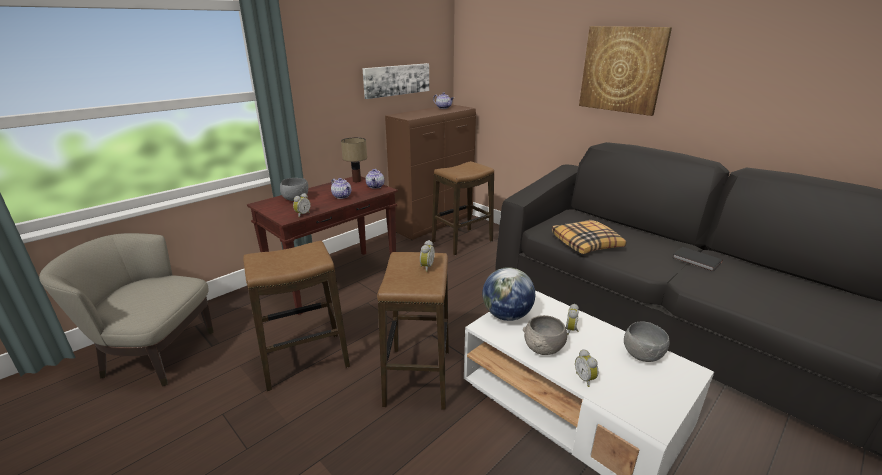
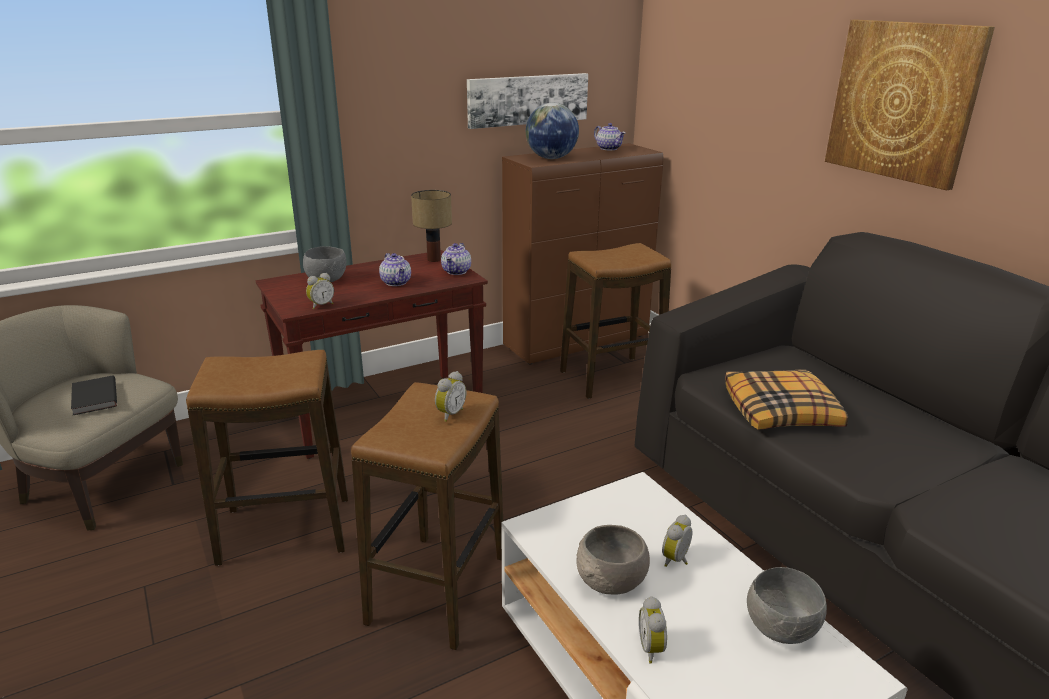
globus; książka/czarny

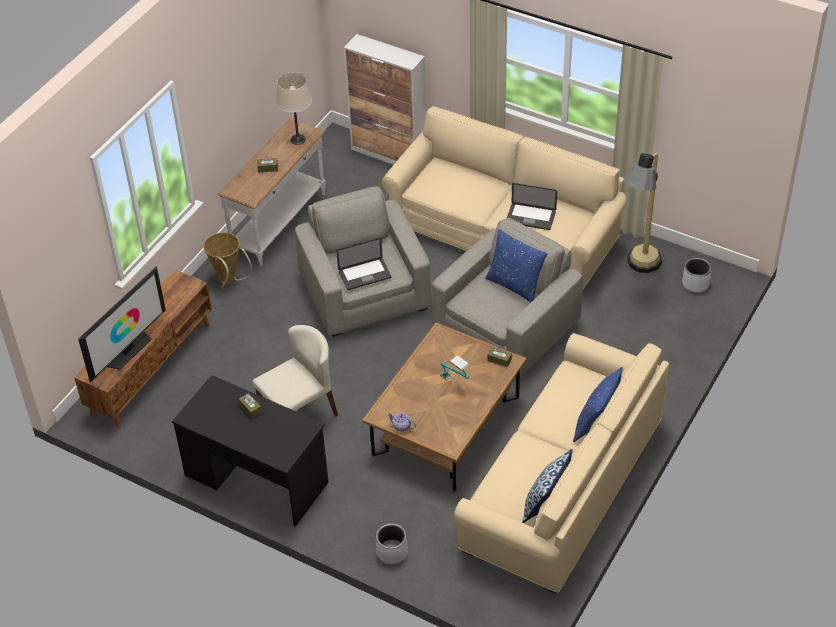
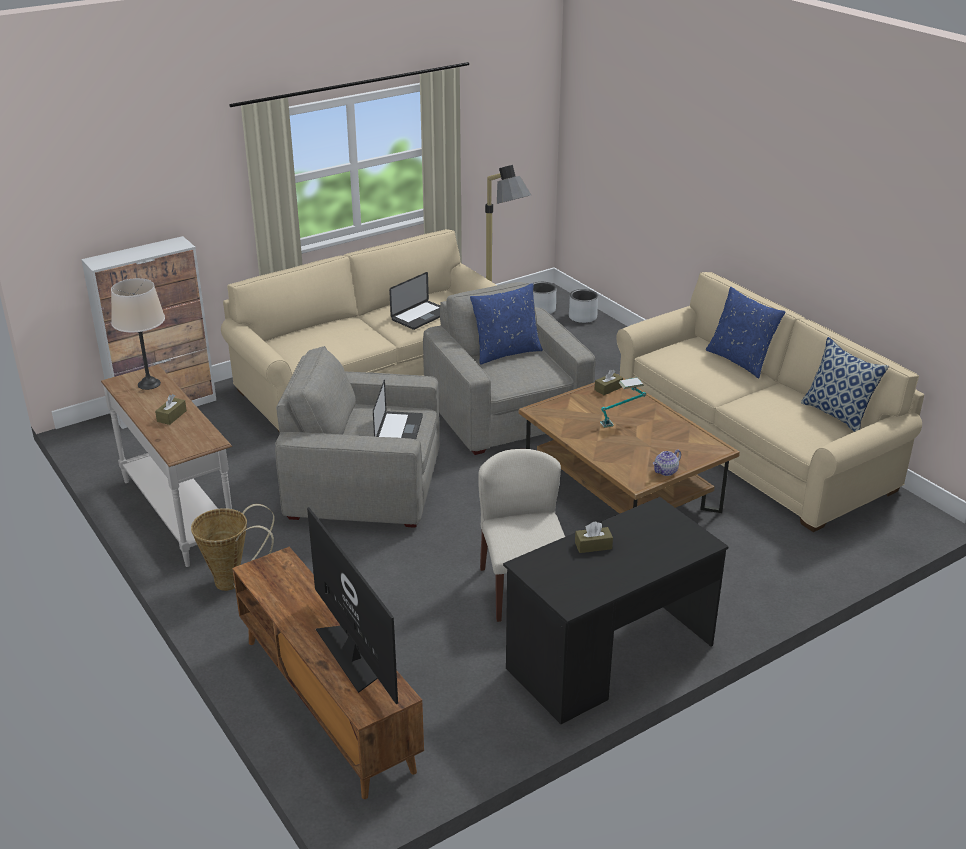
donica/szary (no. 2 from left)

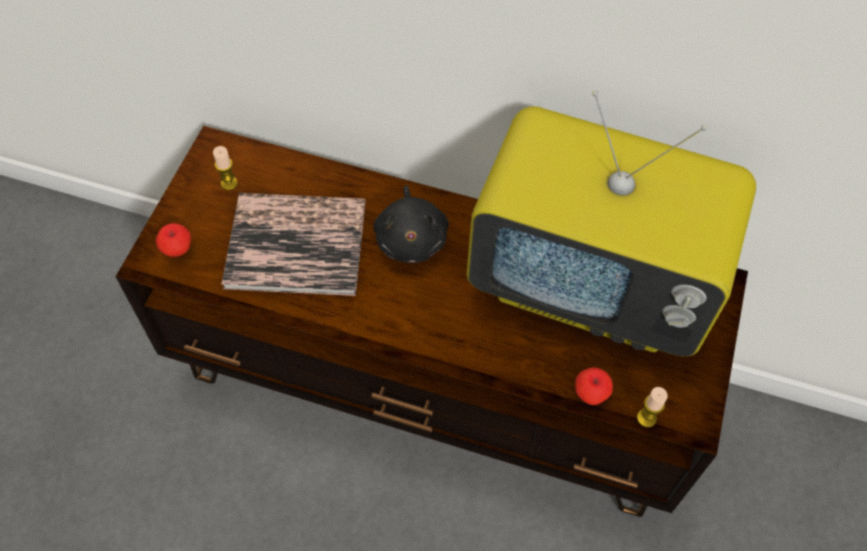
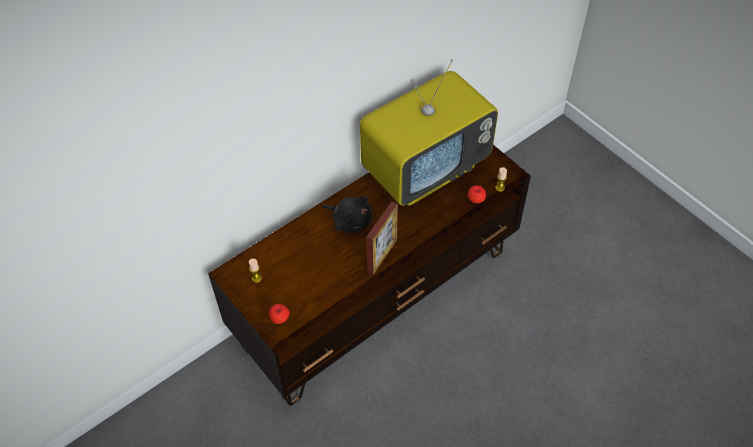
książka; ramka na zdjęcie

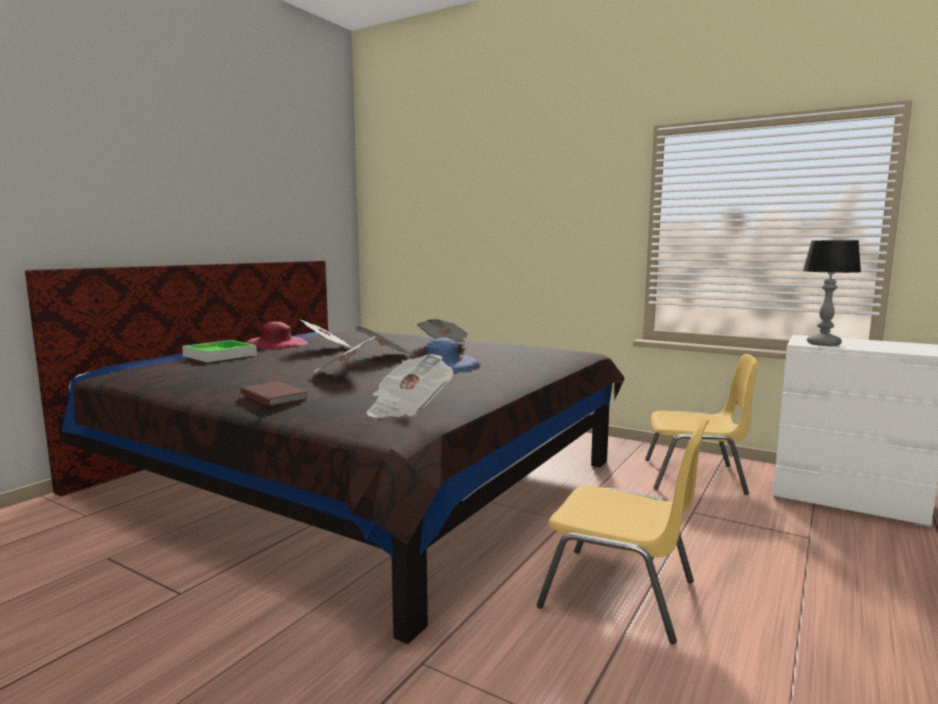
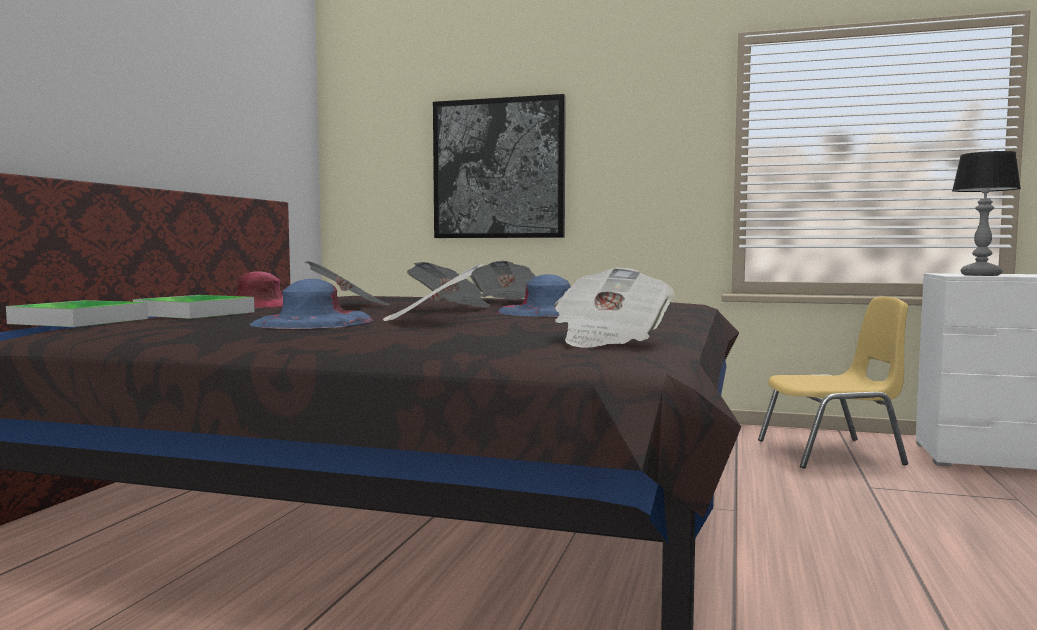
książka/brązowy; krzesło/żółty (no. 1 from left in the first image); taca (no. 1 from left); kapelusz/niebieski (no. 1 from left); obraz

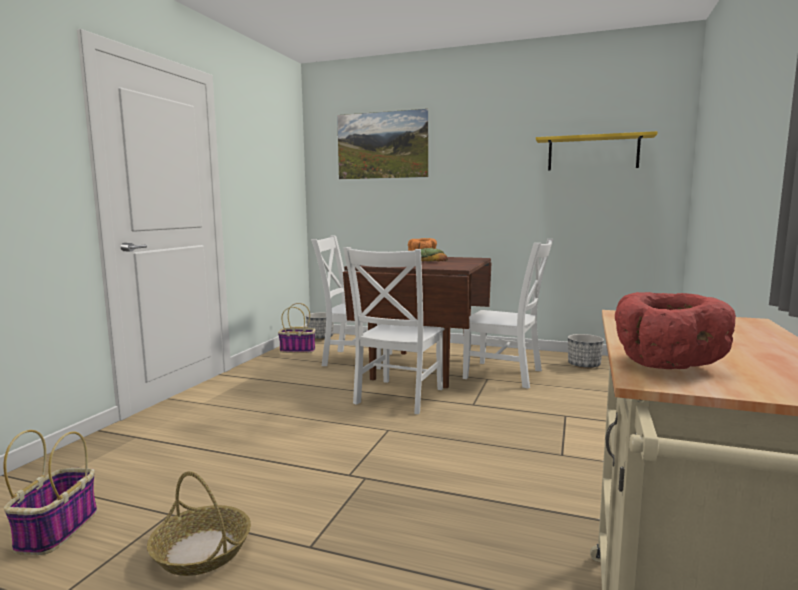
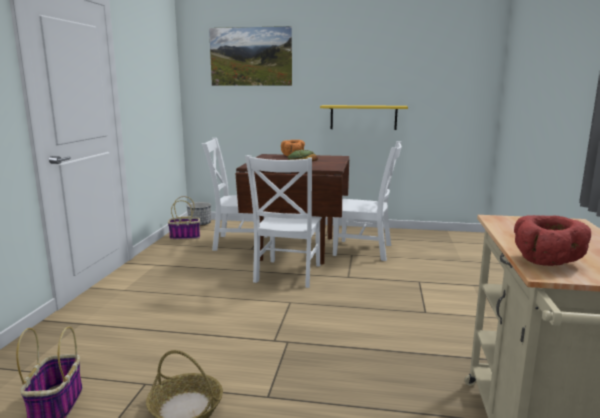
półka/żółty; donica (no. 2 from left in the first image)

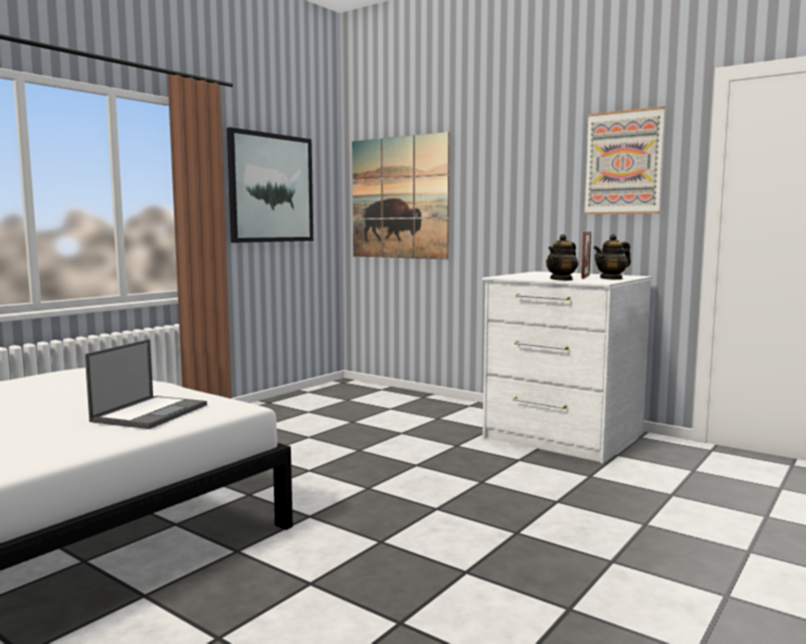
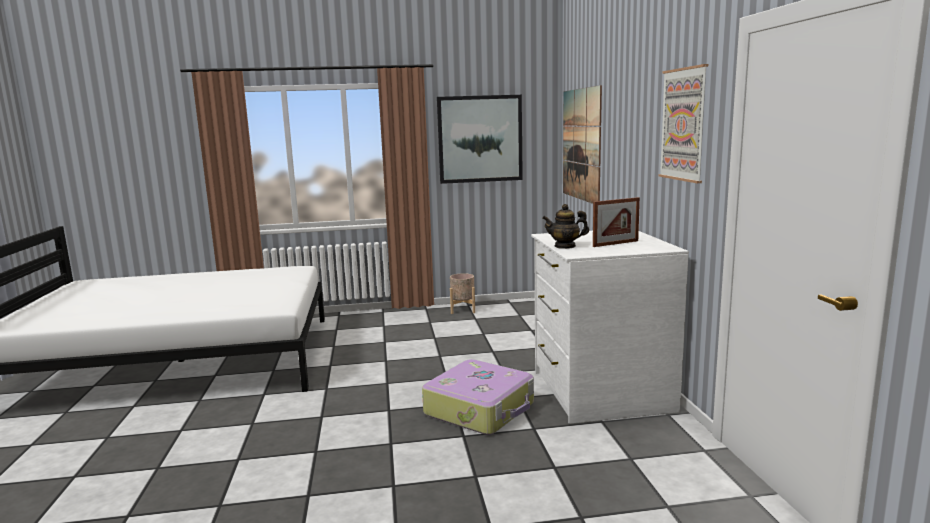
laptop; imbryk (no. 2 from left in the first image); walizka; donica/beżowy

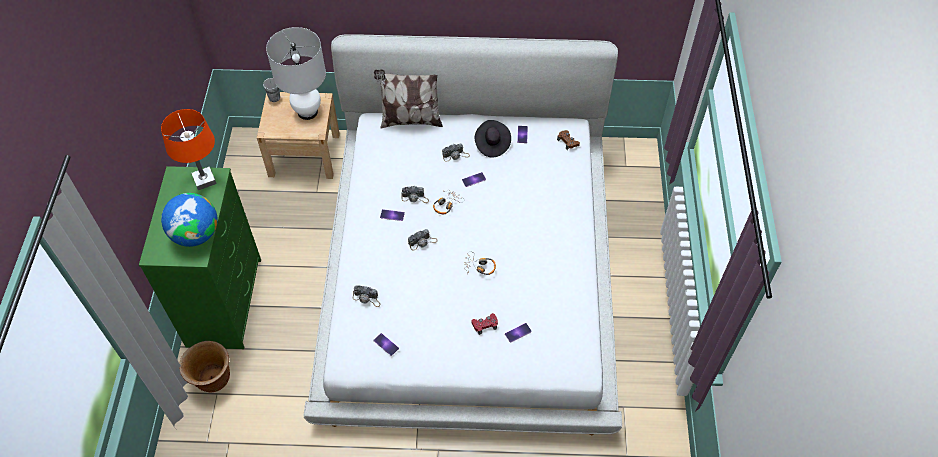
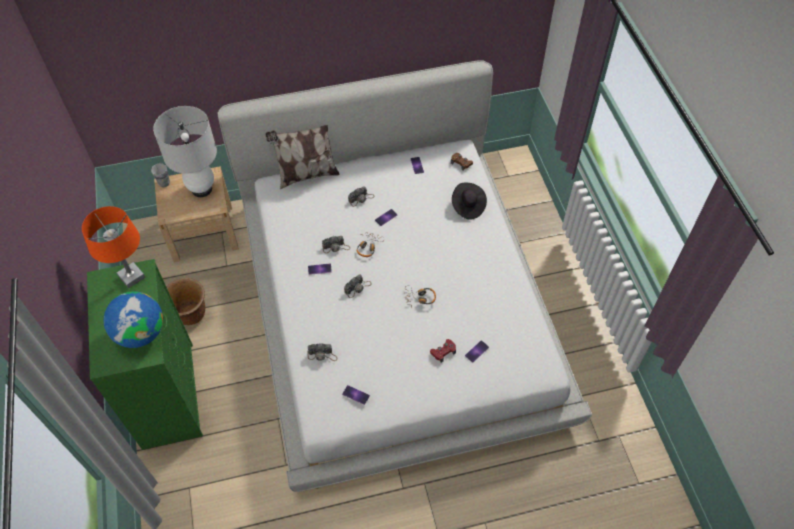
donica/brązowy; kapelusz/czarny

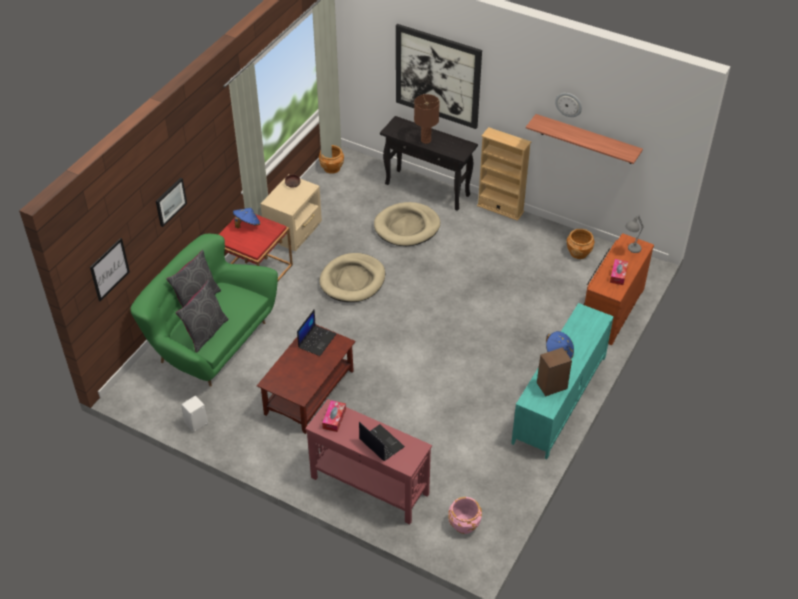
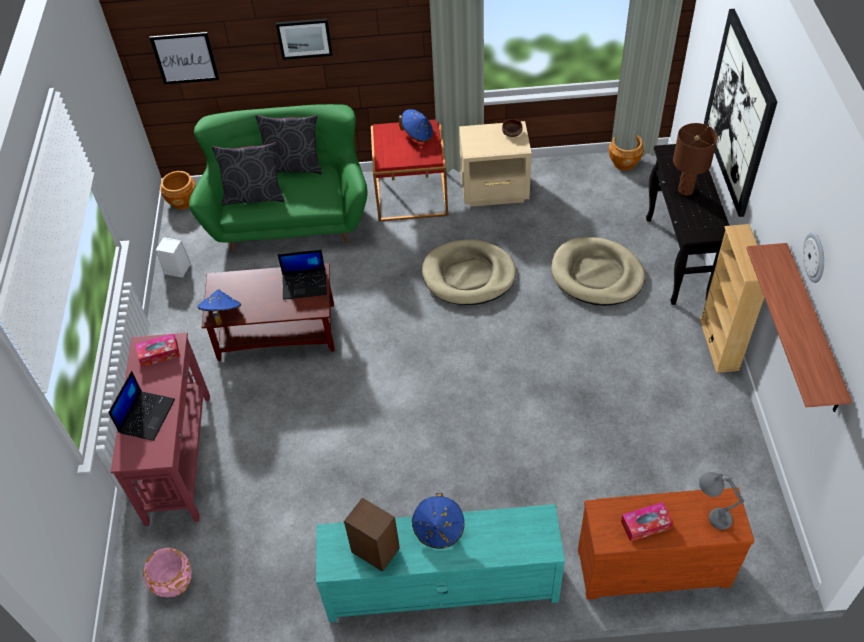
donica/brązowy (no. 1 from left); kapelusz/niebieski (no. 1 from left)

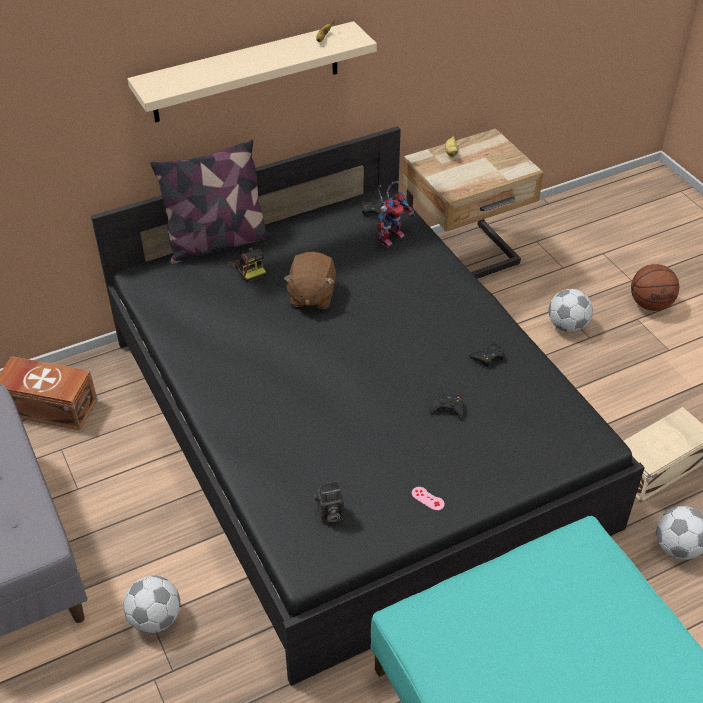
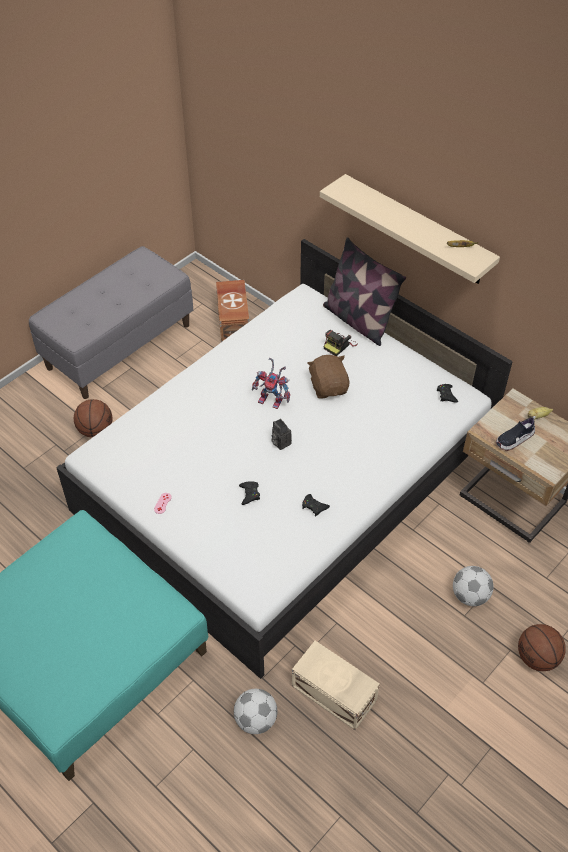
łóżko/biały; piłka do koszykówki (no. 1 from left); pluszak/brązowy; aparat fotograficzny (no. 1 from left); robot zabawkowy; but

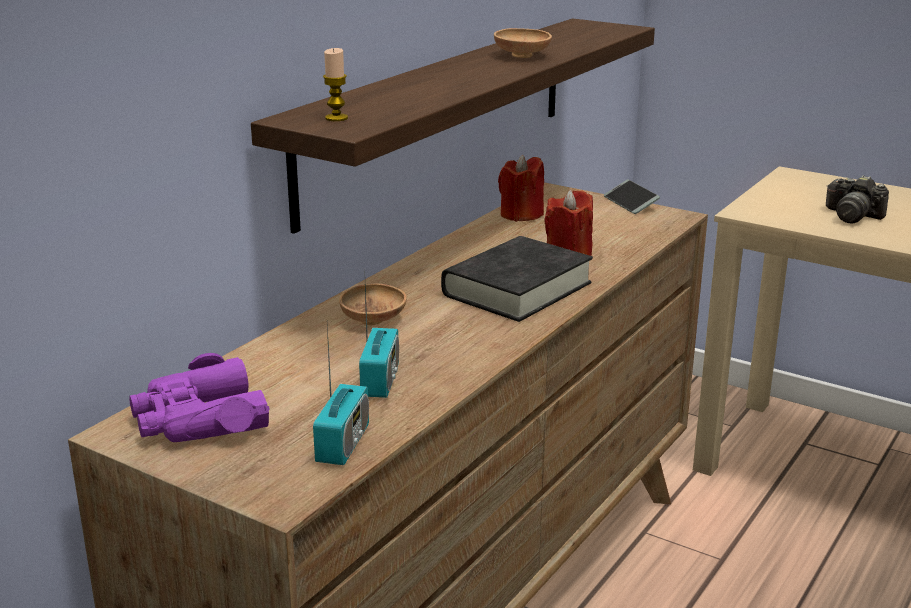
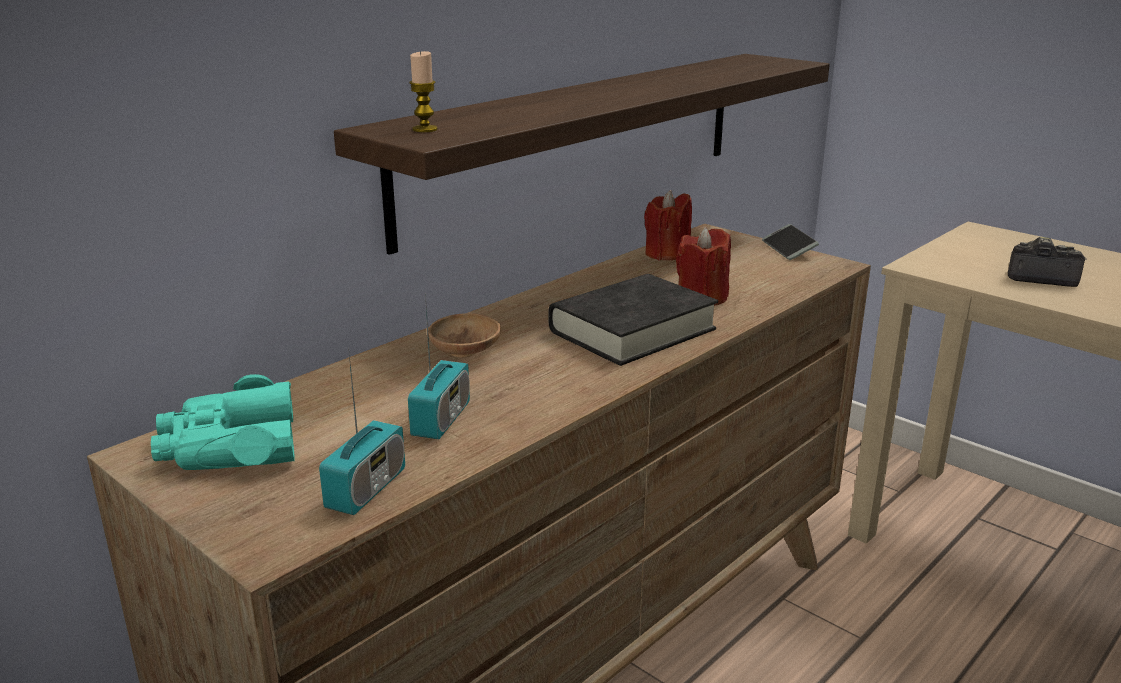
lornetka/turkusowy; miska/brązowy (no. 2 from left in the first image); aparat fotograficzny

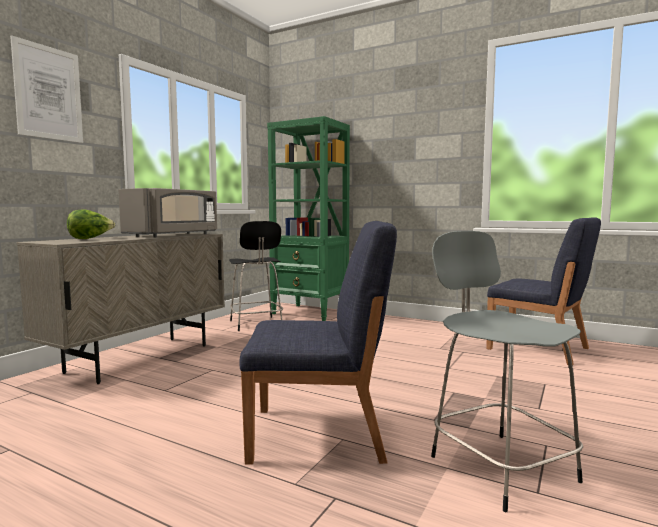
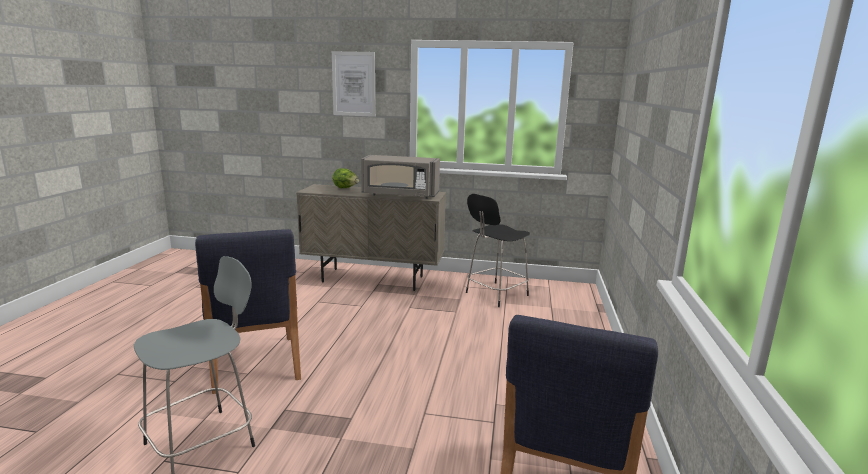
regał/zielony

